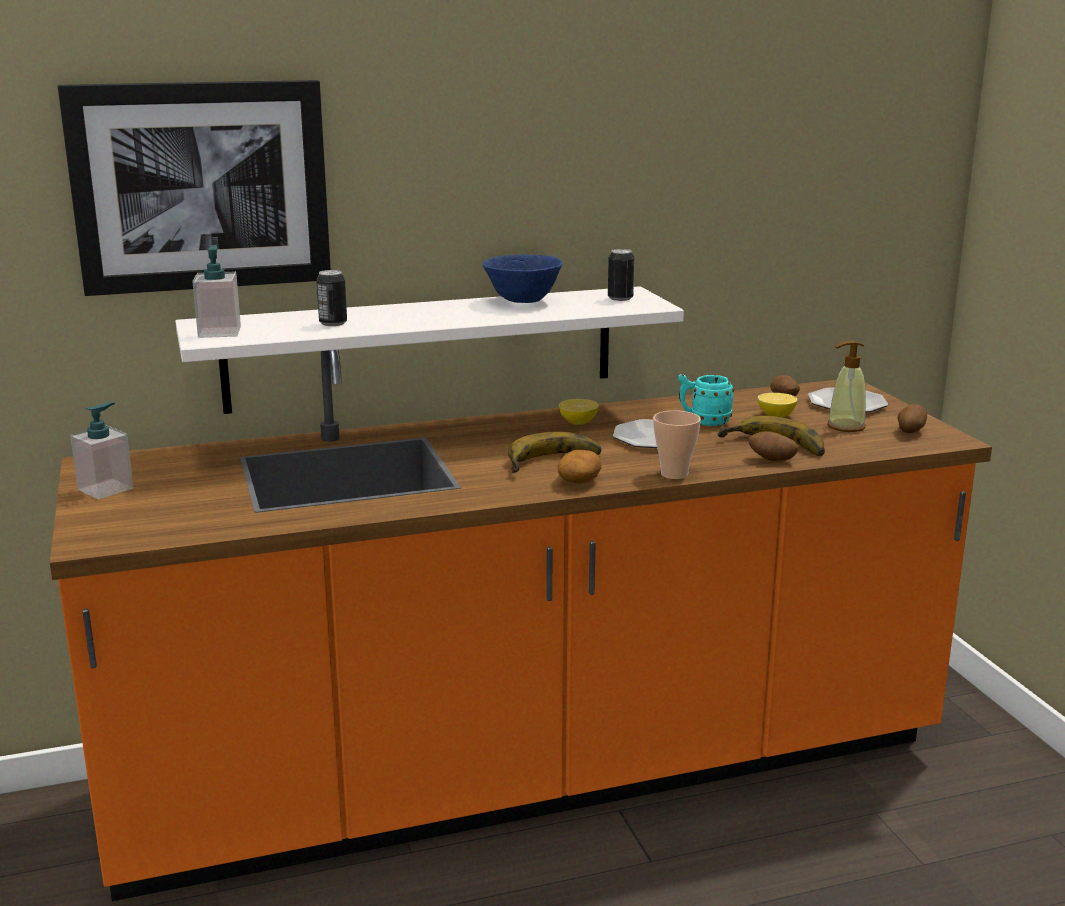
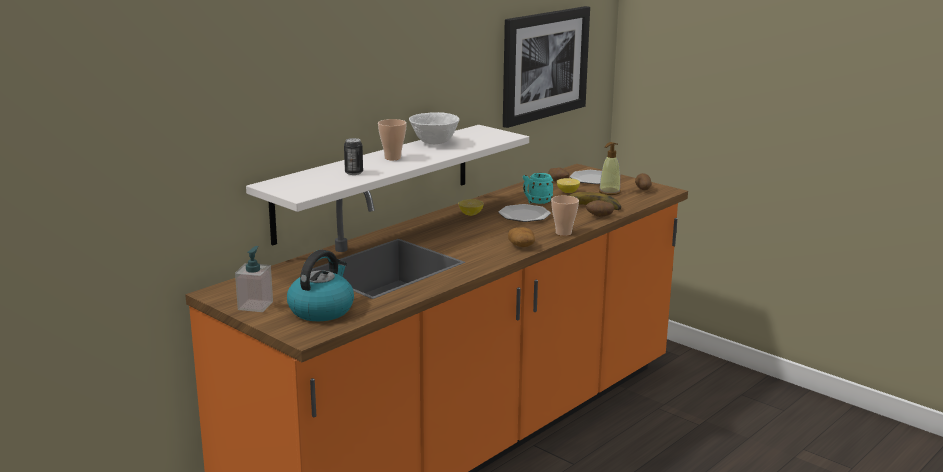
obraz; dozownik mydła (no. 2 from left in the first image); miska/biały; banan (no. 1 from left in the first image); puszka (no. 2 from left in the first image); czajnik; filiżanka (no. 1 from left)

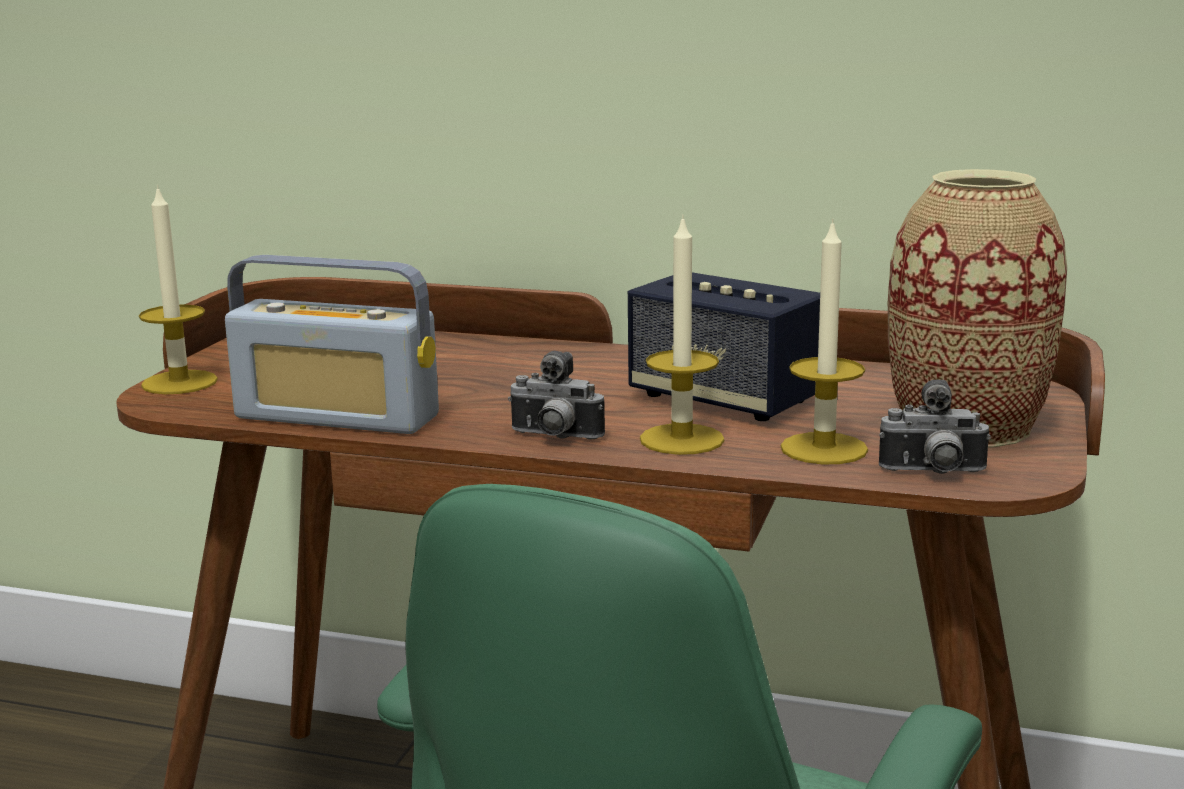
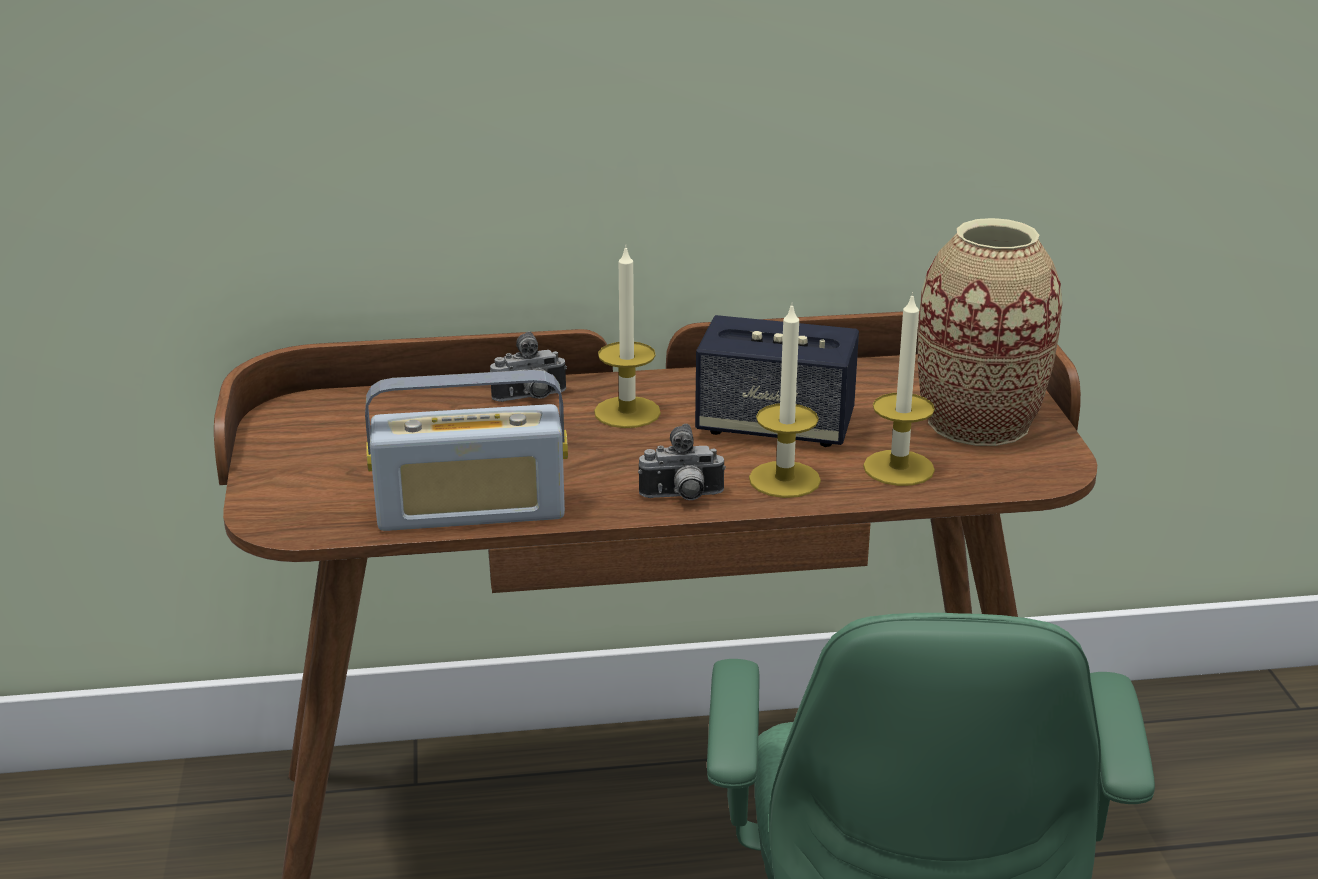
świeca (no. 1 from left); aparat fotograficzny (no. 1 from left)

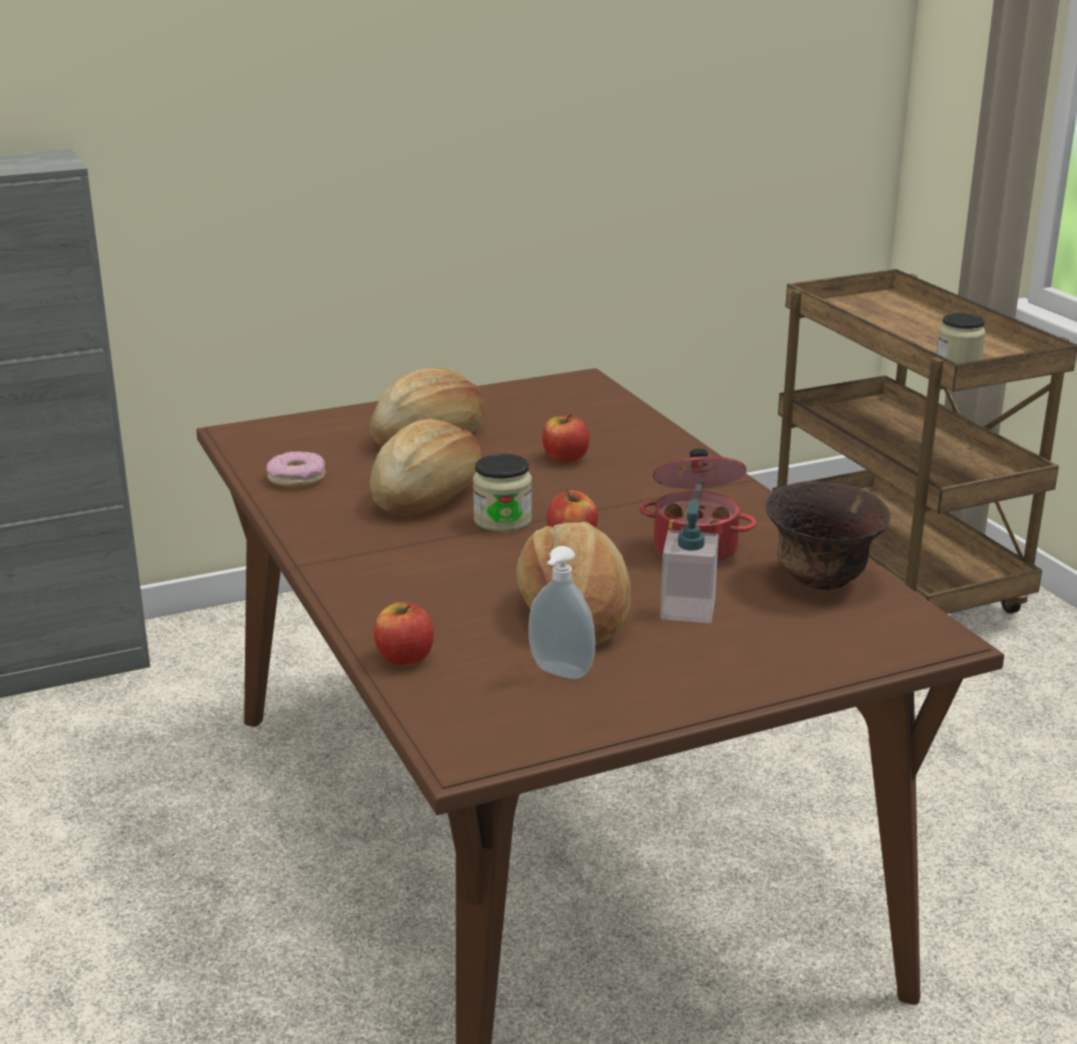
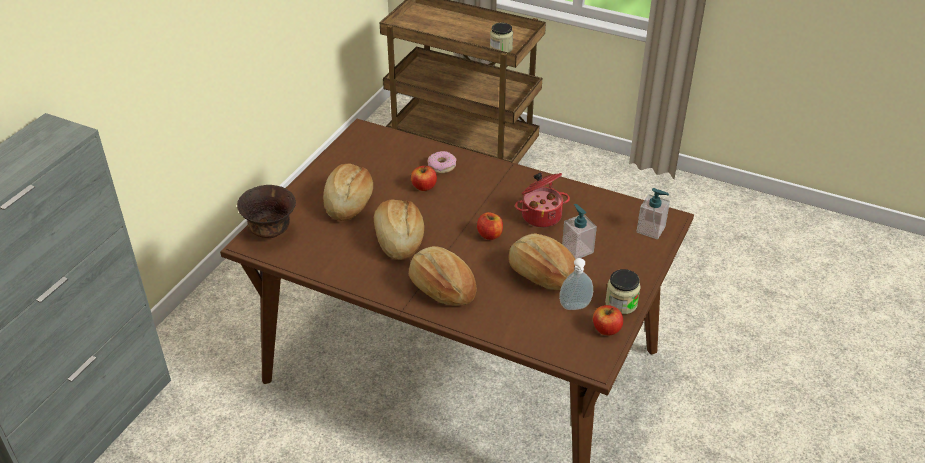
donut; jabłko (no. 3 from left); słoik (no. 2 from left); miska/brązowy; chleb (no. 3 from left); dozownik mydła (no. 3 from left)

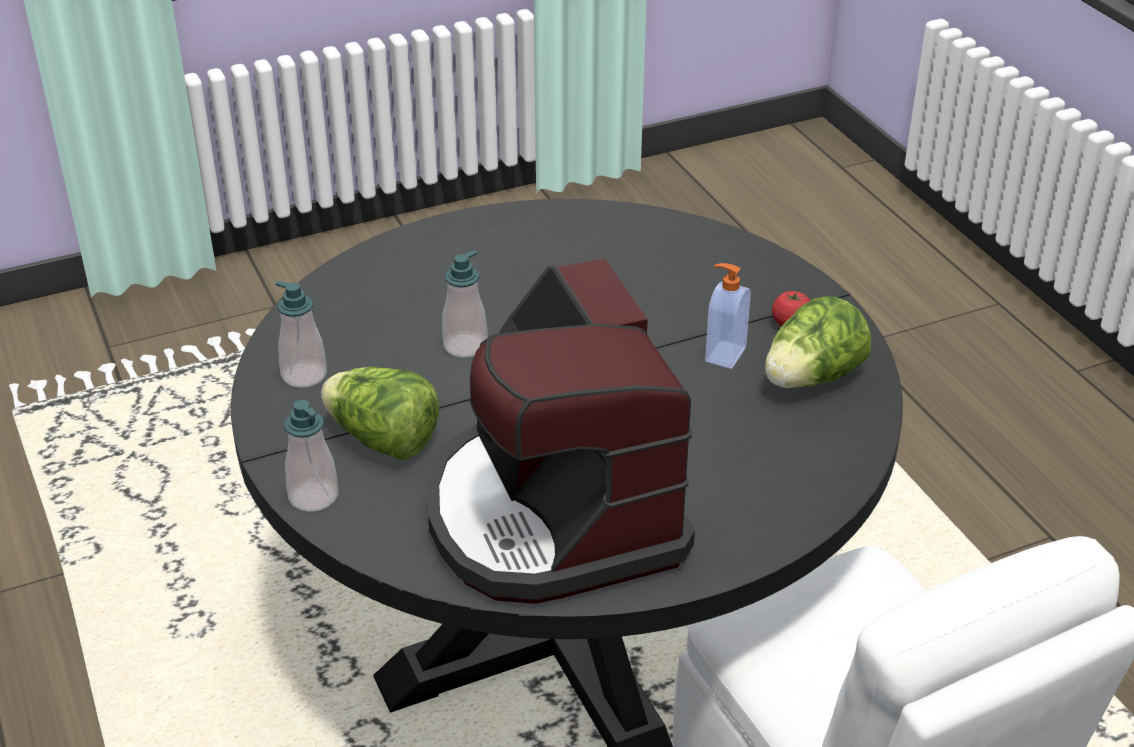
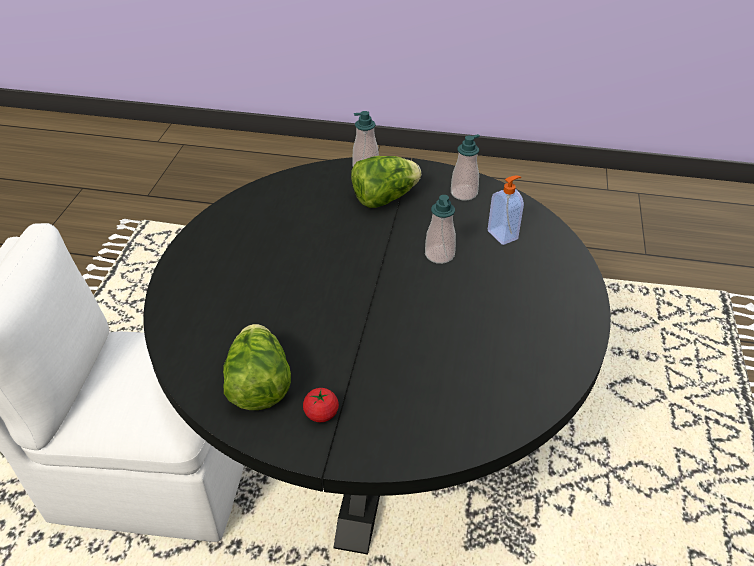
ekspres do kawy; dozownik mydła (no. 4 from left)

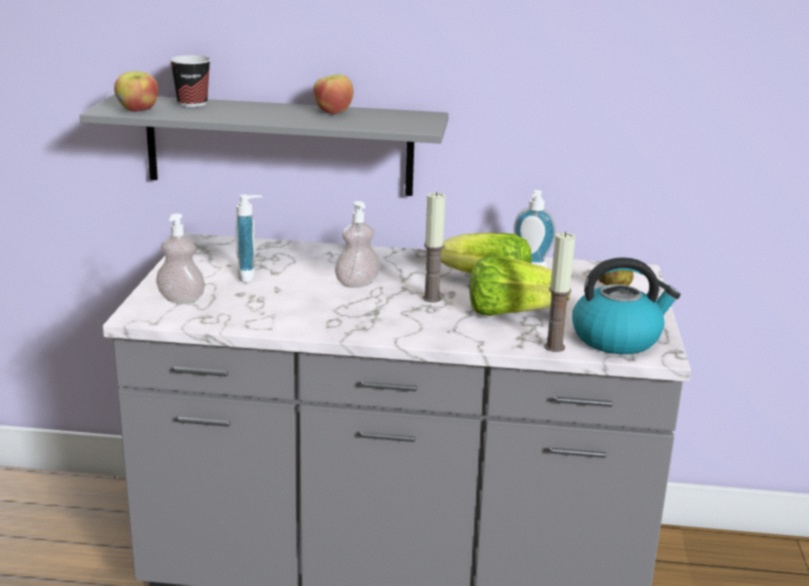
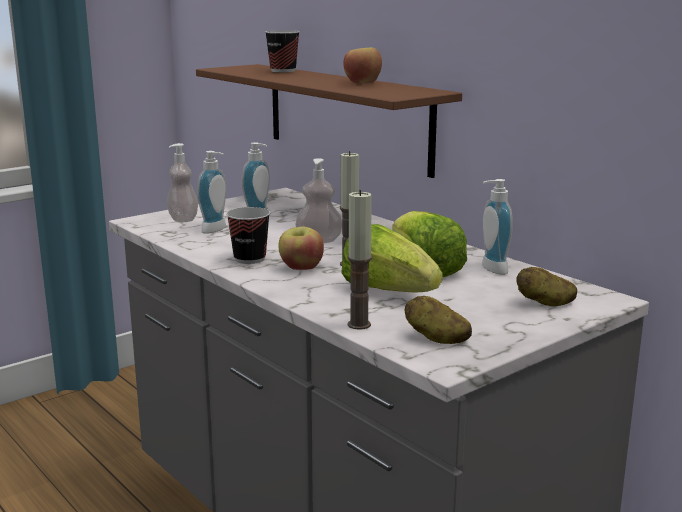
półka/brązowy; jabłko (no. 1 from left); ziemniak (no. 1 from left); dozownik mydła (no. 2 from left); filiżanka (no. 1 from left)

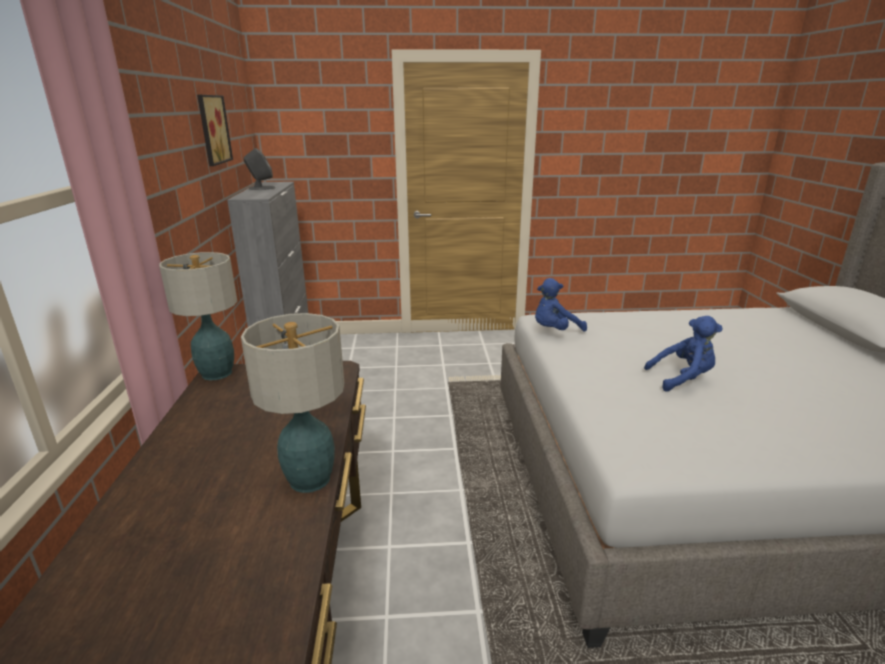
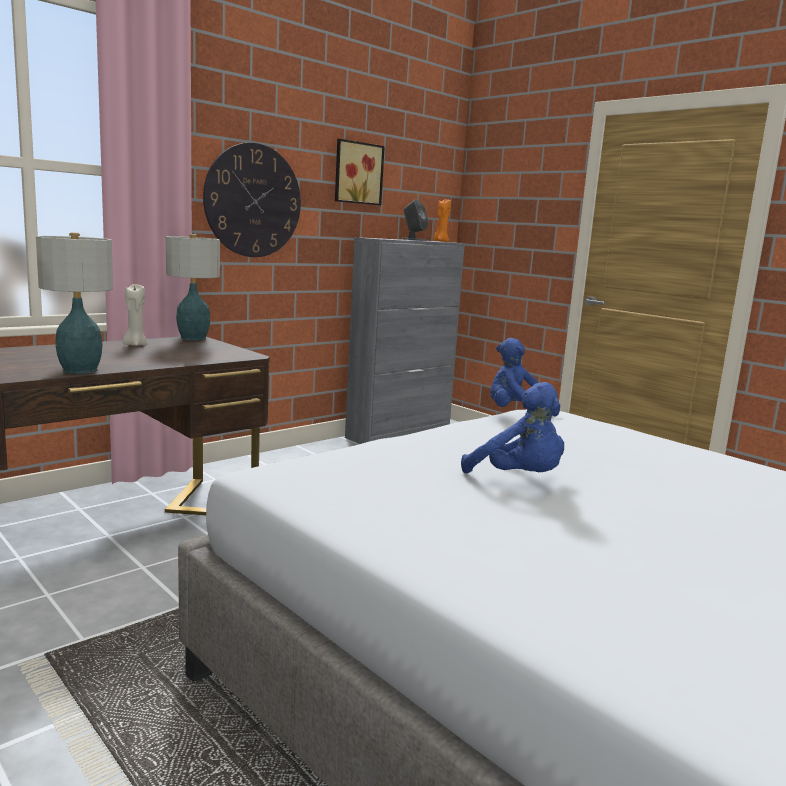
świeca/beżowy; zegar ścienny; świeca/pomarańczowy

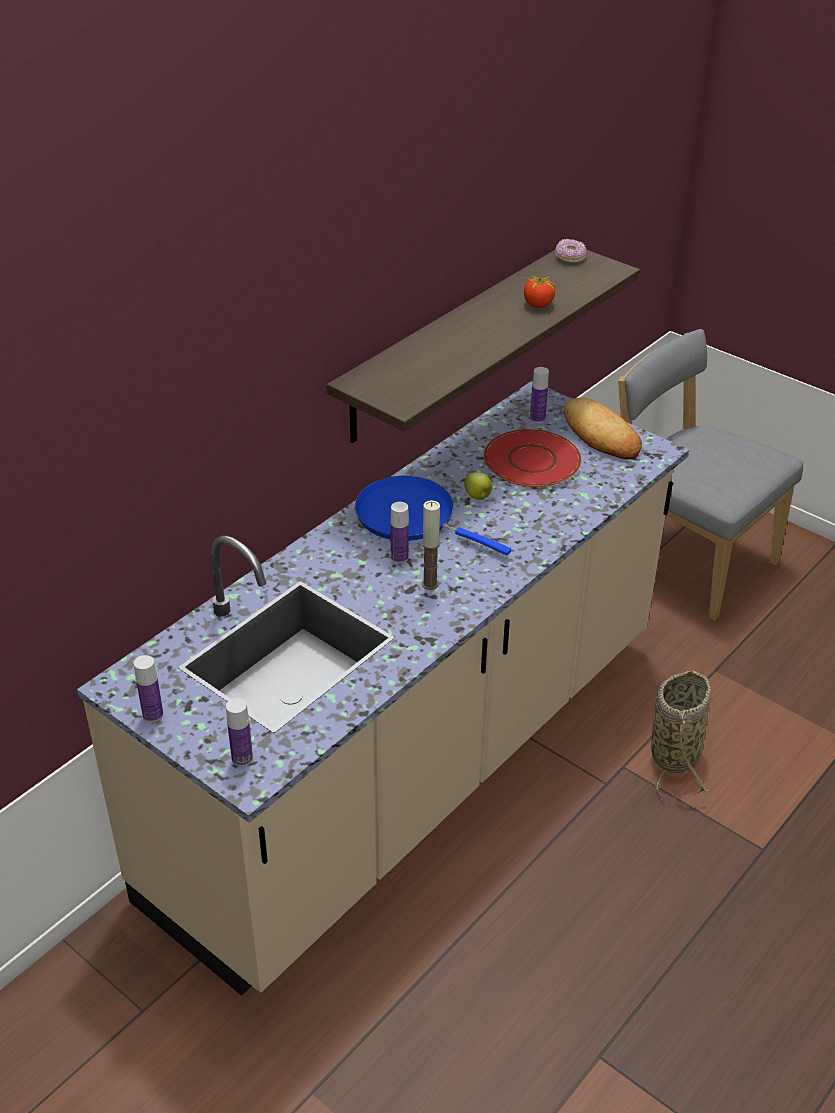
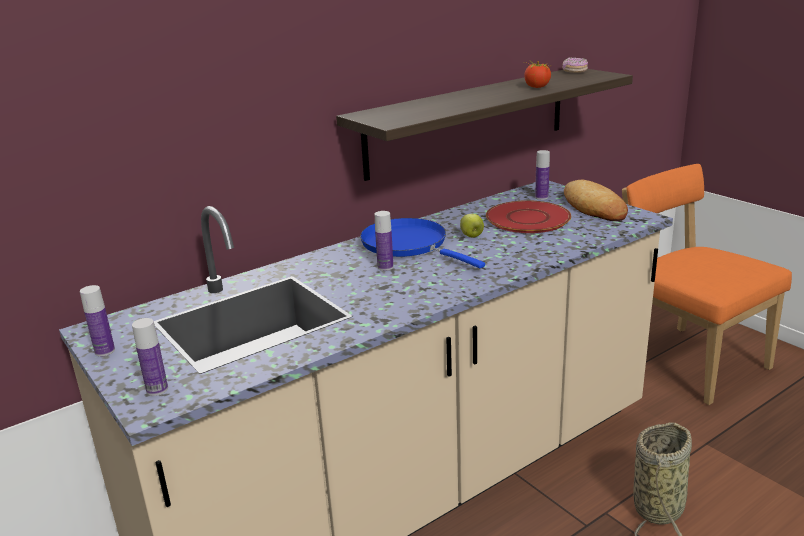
świeca; krzesło/pomarańczowy

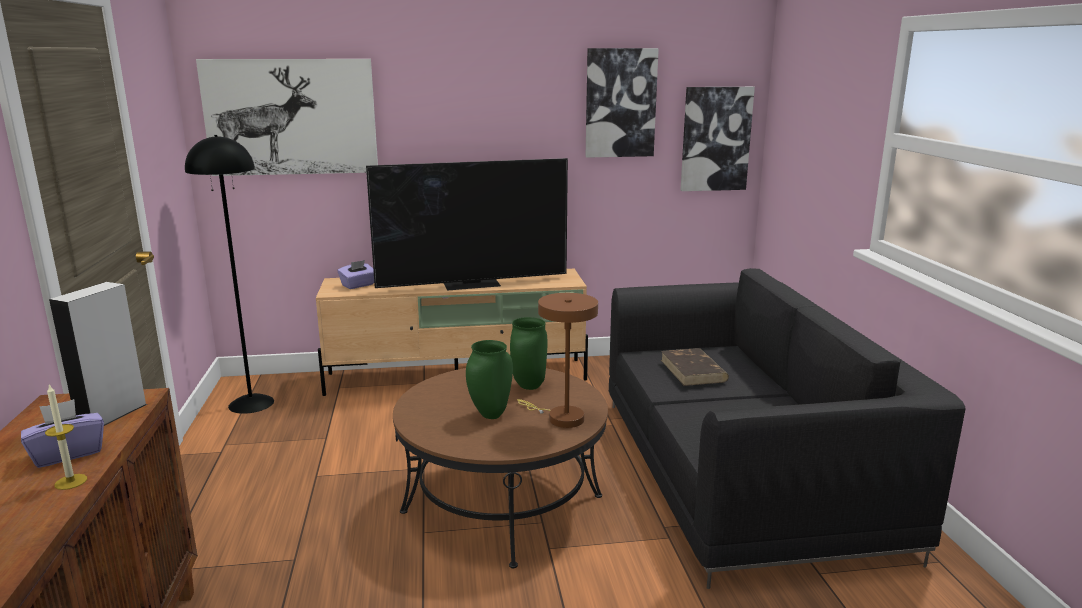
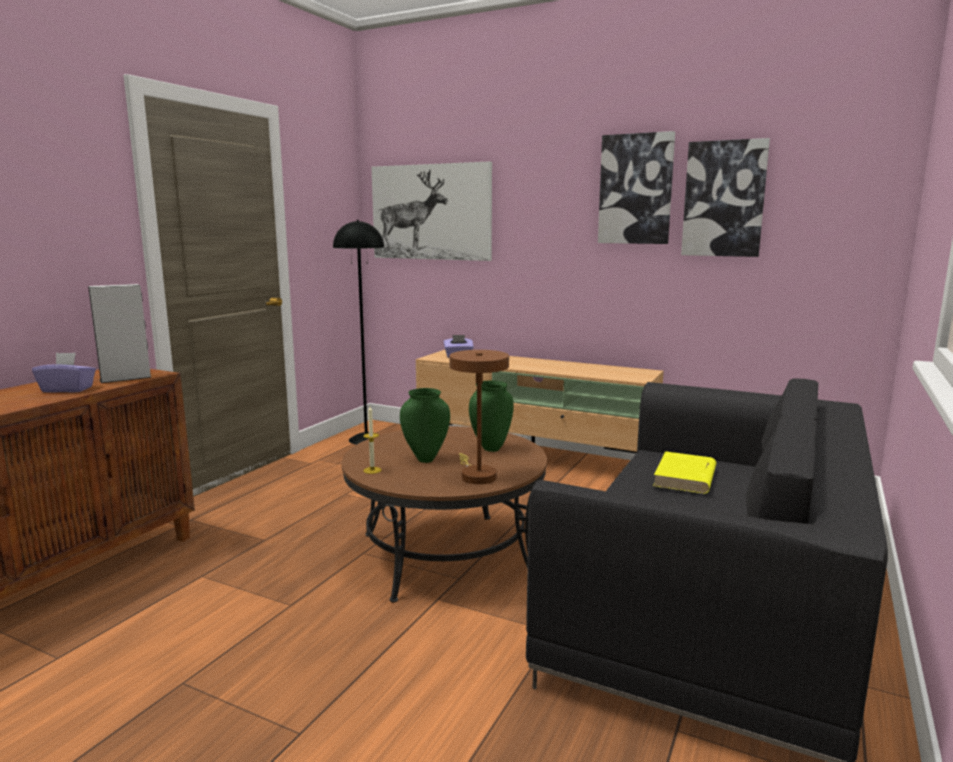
świeca; telewizor; książka/żółty; obraz (no. 2 from left)

